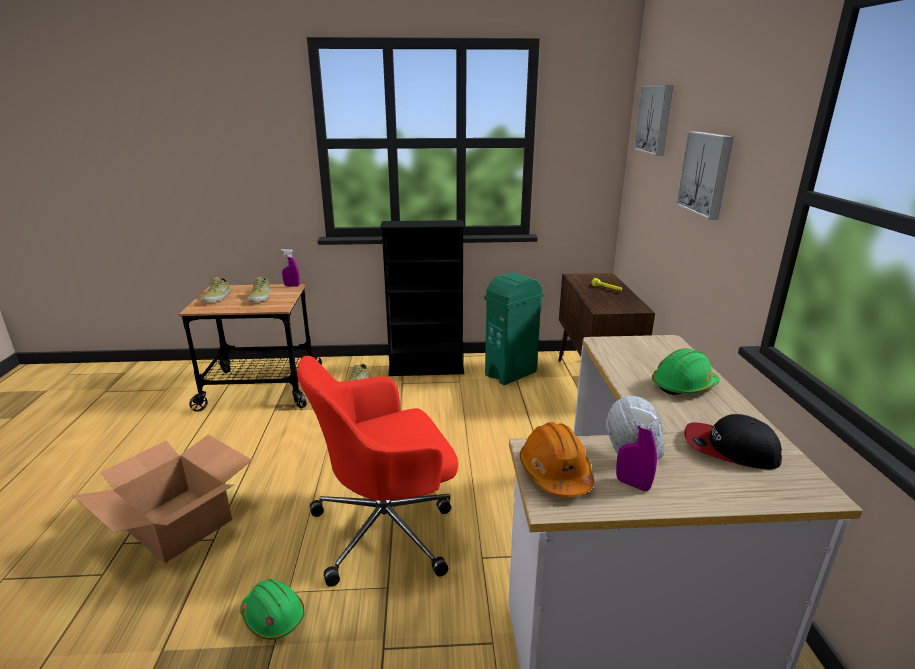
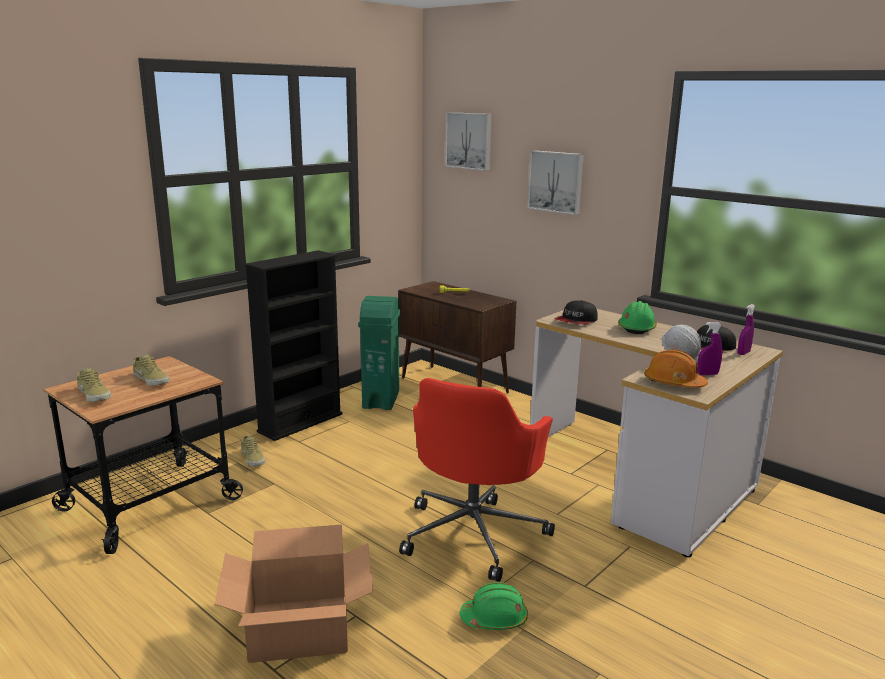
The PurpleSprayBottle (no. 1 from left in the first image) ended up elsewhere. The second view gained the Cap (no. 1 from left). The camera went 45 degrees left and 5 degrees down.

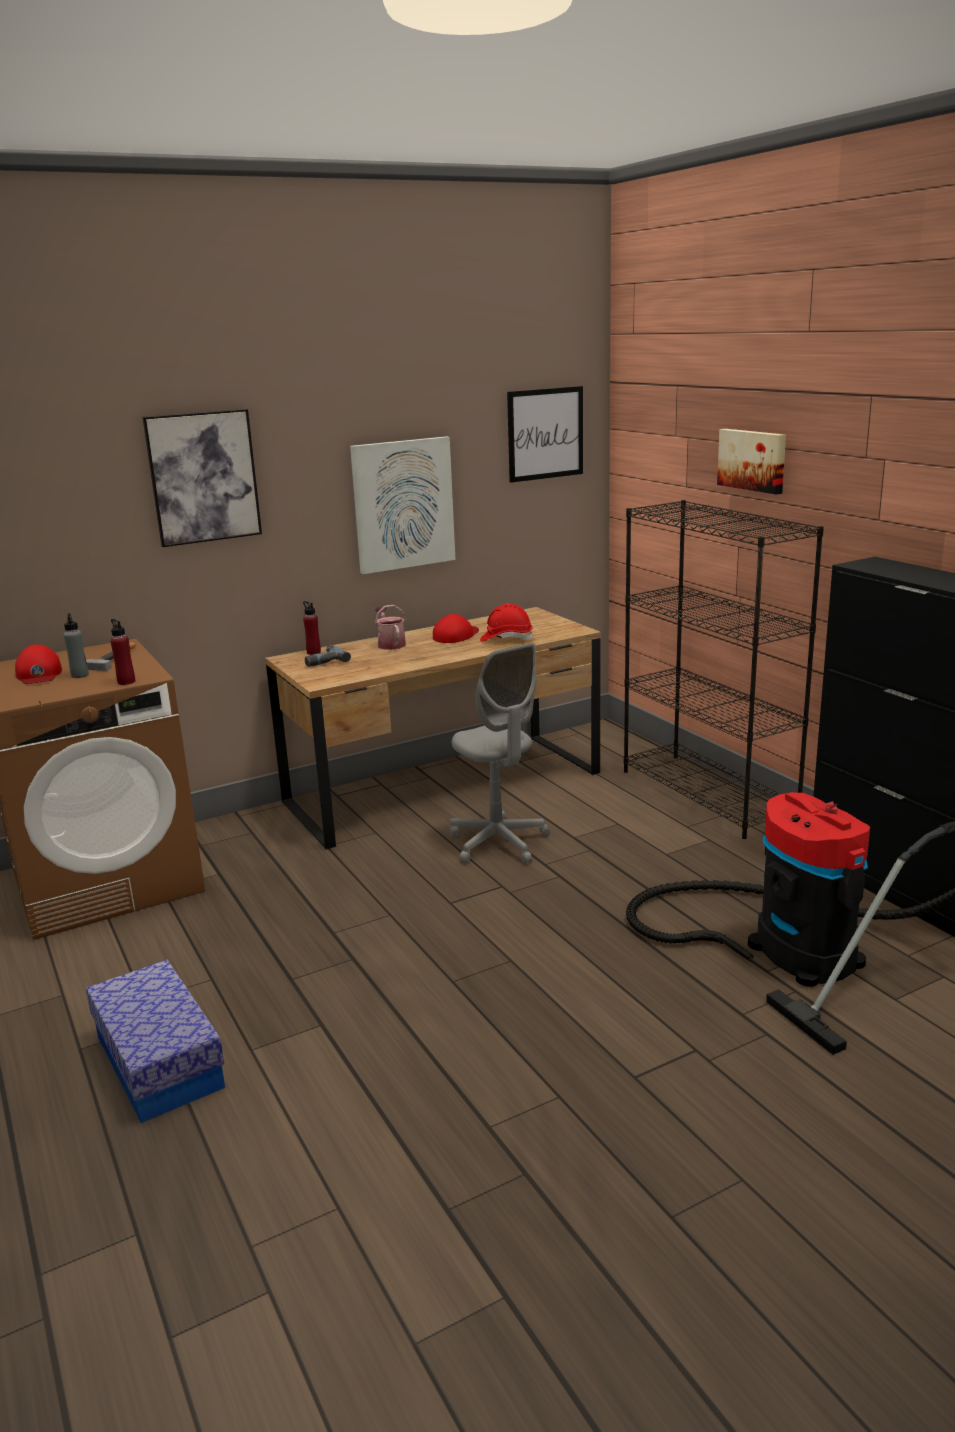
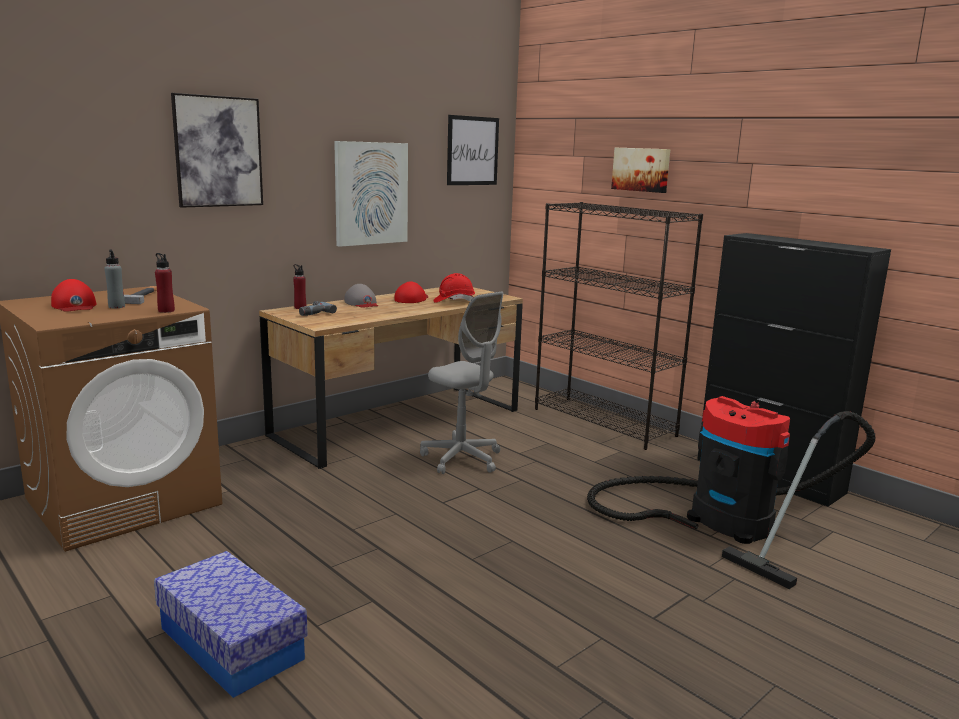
Where the WateringCan stood, the GreyCap came to stand. The camera went 15 degrees left and 5 degrees down.

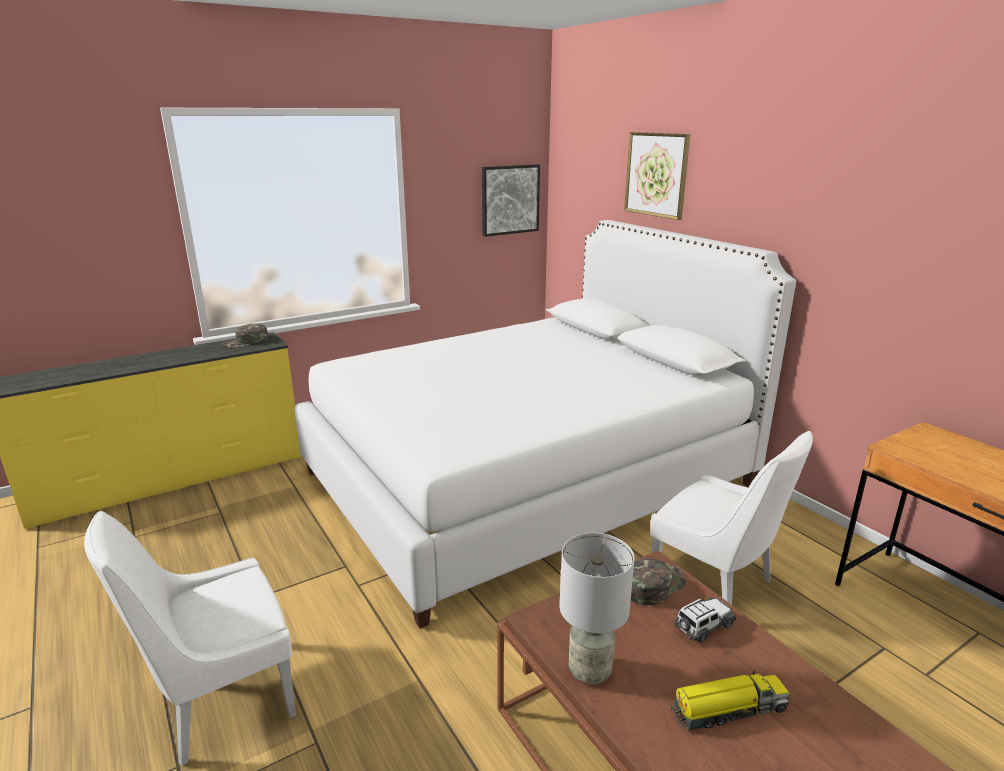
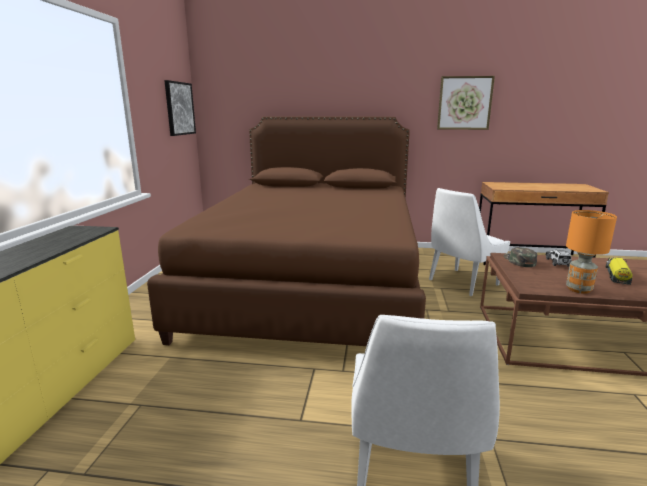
The second view lost the GreenCap (no. 1 from left). What was the WhiteBed turned into the BrownBed. What was the GreyTableLamp turned into the OrangeTableLamp. The Picture (no. 2 from left) ended up elsewhere. The WhiteChair (no. 2 from left) ended up facing another way, 150 degrees clockwise from before. The camera went 50 degrees left and 5 degrees down.

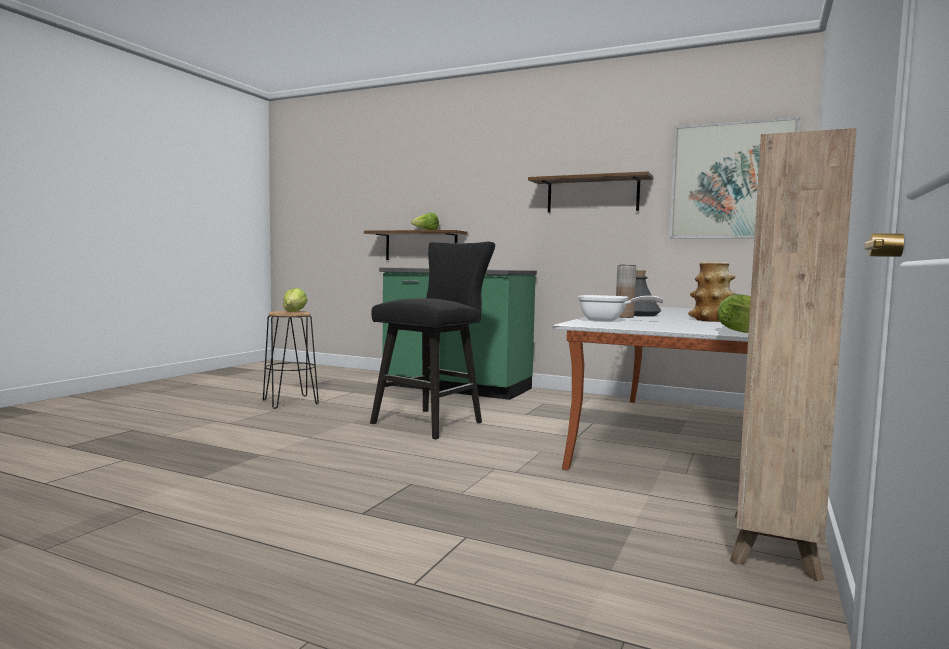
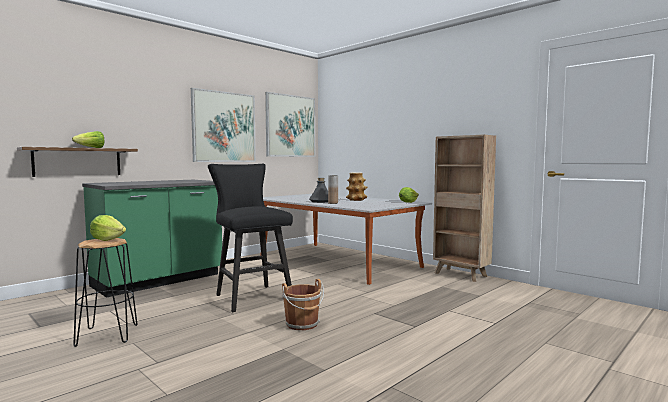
Where the Shelf (no. 2 from left) hung, the Picture (no. 1 from left) came to hang. The second view lost the FryingPan. The second view gained the BrownBucket. The camera went 70 degrees left and 0 degrees up.

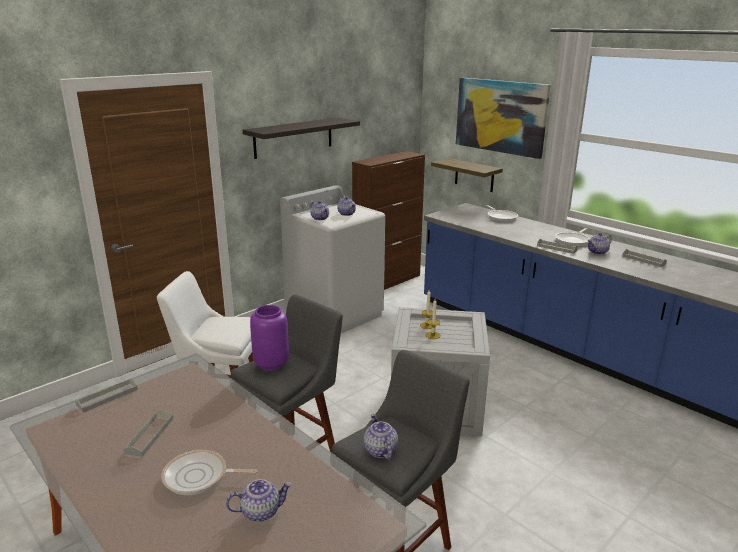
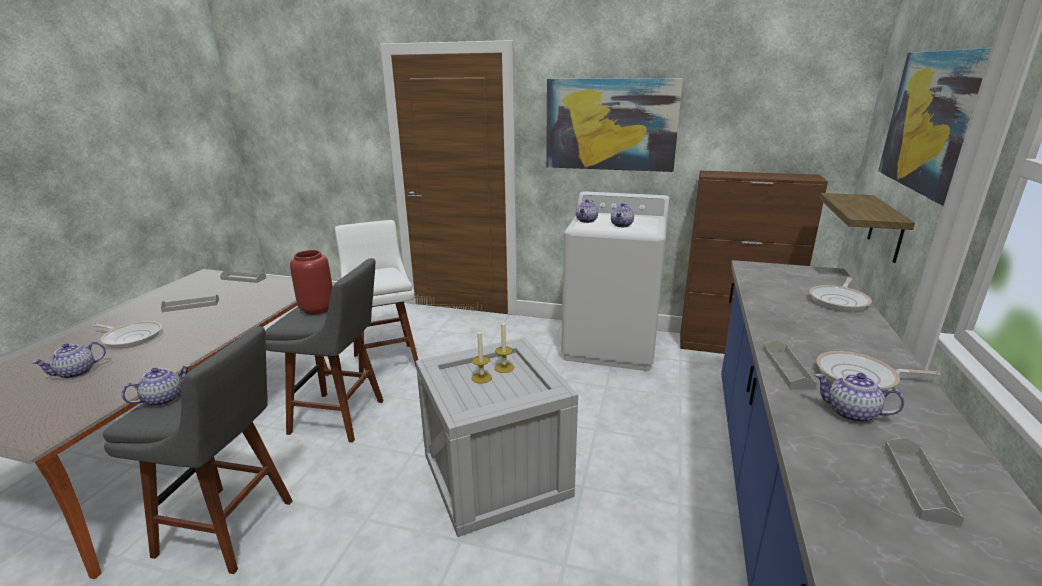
The FryingPan (no. 1 from left) ended up facing another way, 135 degrees clockwise from before. The Teapot (no. 1 from left) ended up facing another way, 90 degrees clockwise from before. Where the Shelf (no. 1 from left) hung, the Picture (no. 1 from left) came to hang. What was the PurpleVase turned into the RedVase. The camera went 60 degrees right and 0 degrees up.

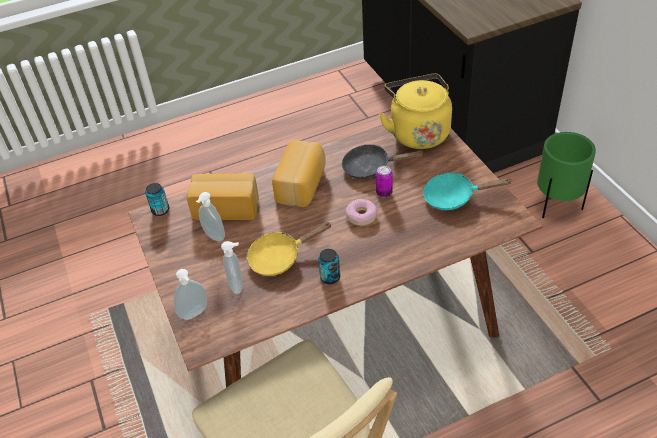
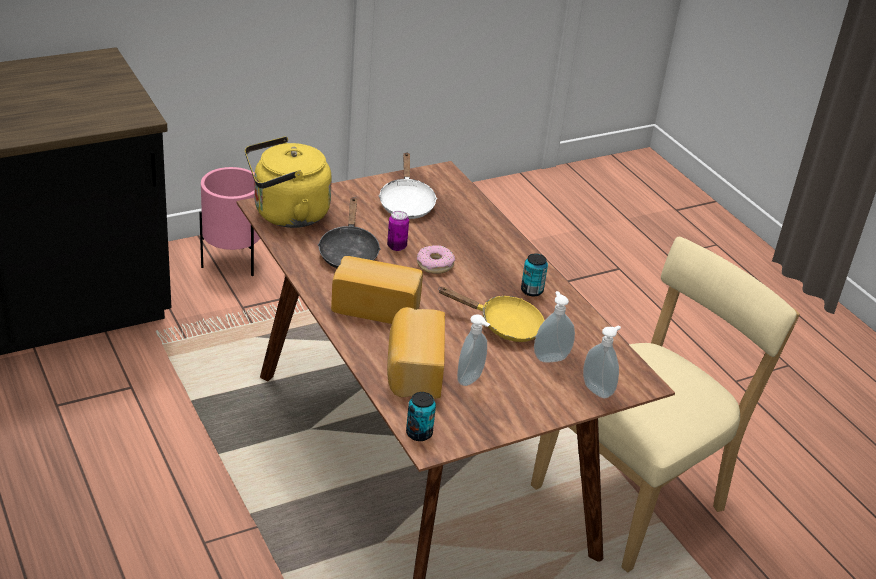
The YellowFryingPan ended up facing another way, 45 degrees counterclockwise from before. What was the TurquoiseFryingPan turned into the WhiteFryingPan. What was the GreenPlanter turned into the PinkPlanter. The camera went 100 degrees left and 10 degrees down.

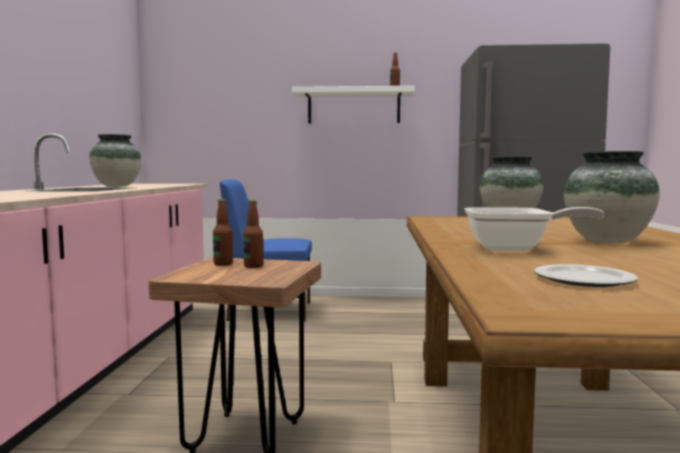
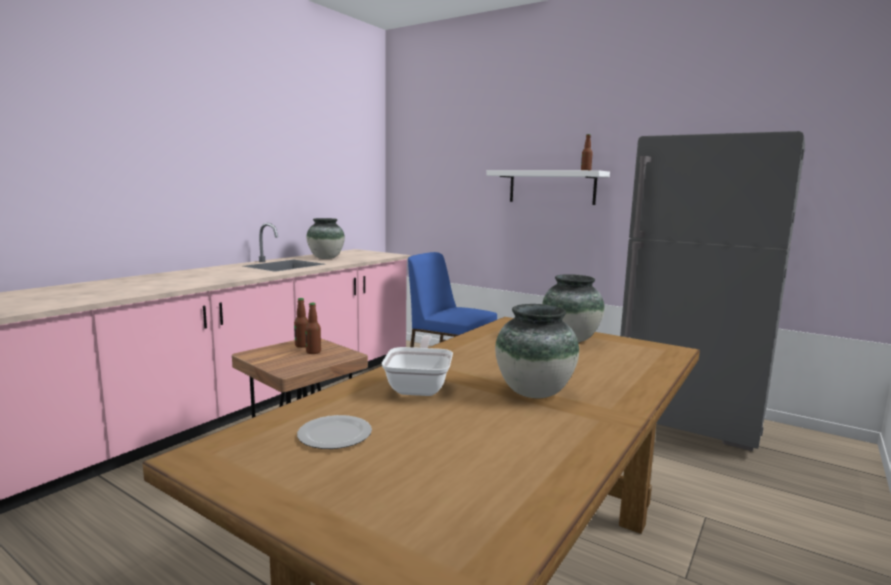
The FryingPan ended up facing another way, 120 degrees counterclockwise from before. The camera went 30 degrees right and 5 degrees up.

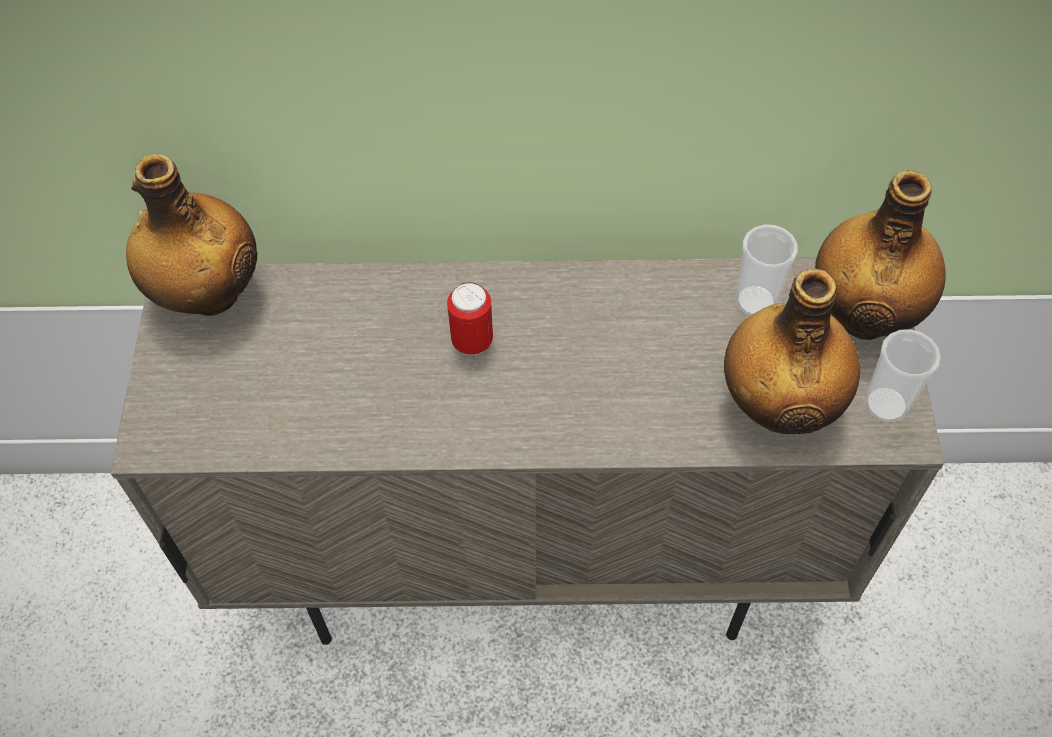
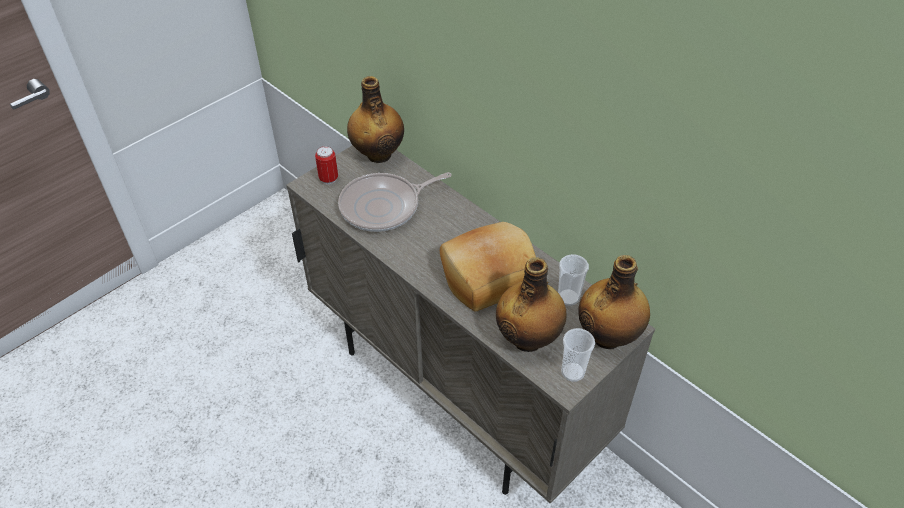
The Can ended up elsewhere. The second view gained the FryingPan. The second view gained the Bread. The camera went 45 degrees right and 10 degrees down.

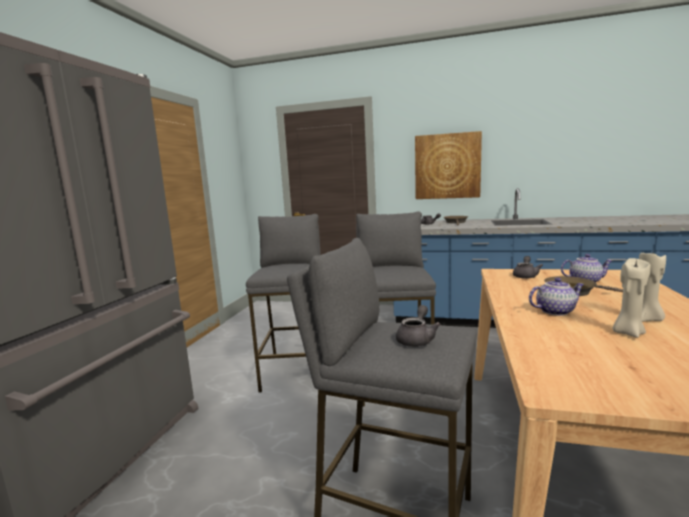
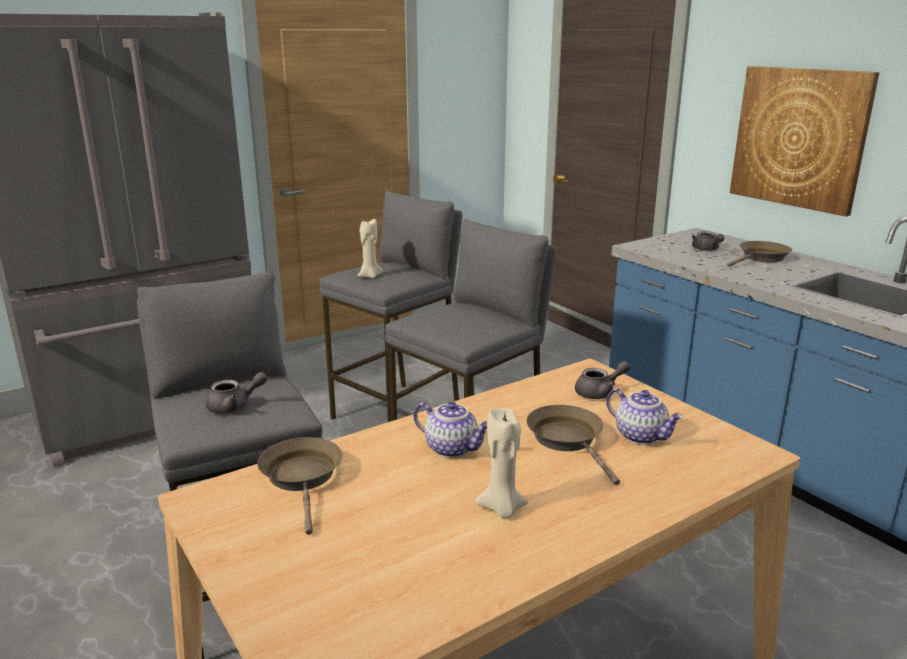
The BeigeCandle (no. 1 from left) ended up elsewhere. The second view gained the BrownFryingPan (no. 1 from left). The camera went 40 degrees right and 10 degrees up.

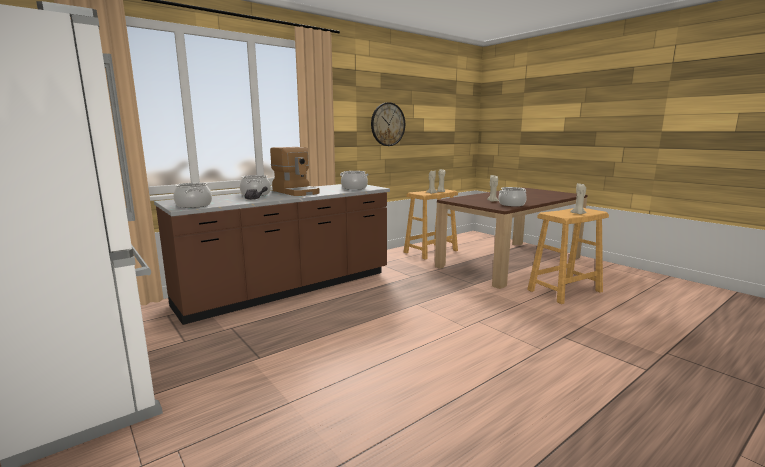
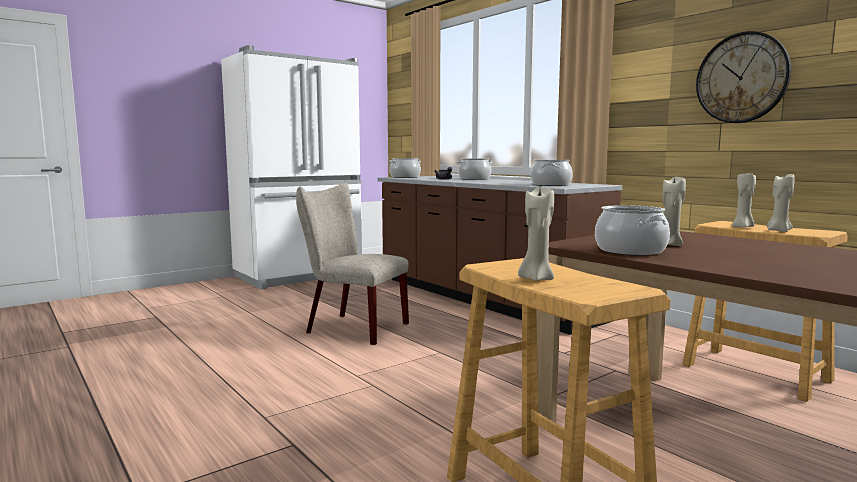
The second view lost the CoffeeMachine. The second view gained the BeigeChair. The camera went 90 degrees right and 5 degrees down.

